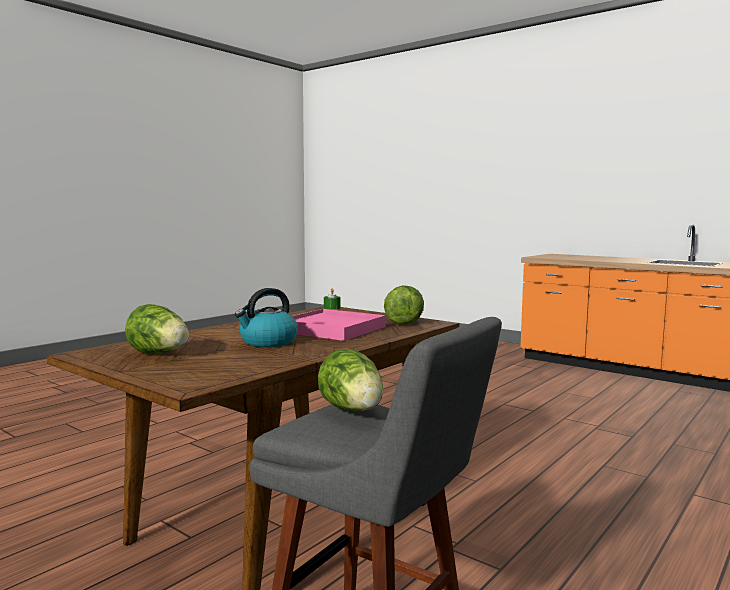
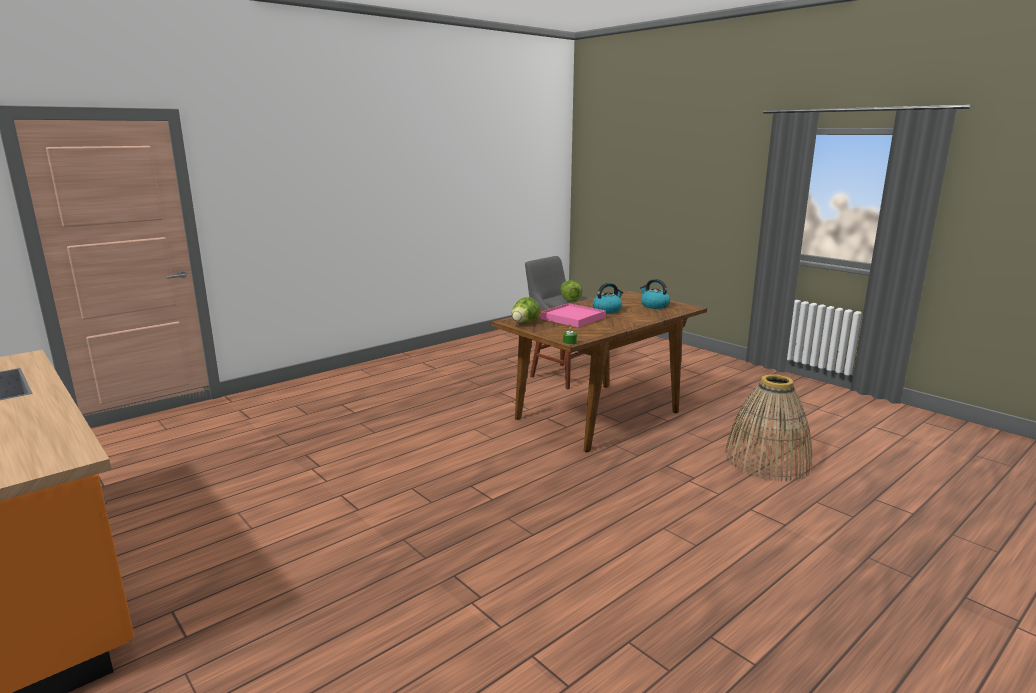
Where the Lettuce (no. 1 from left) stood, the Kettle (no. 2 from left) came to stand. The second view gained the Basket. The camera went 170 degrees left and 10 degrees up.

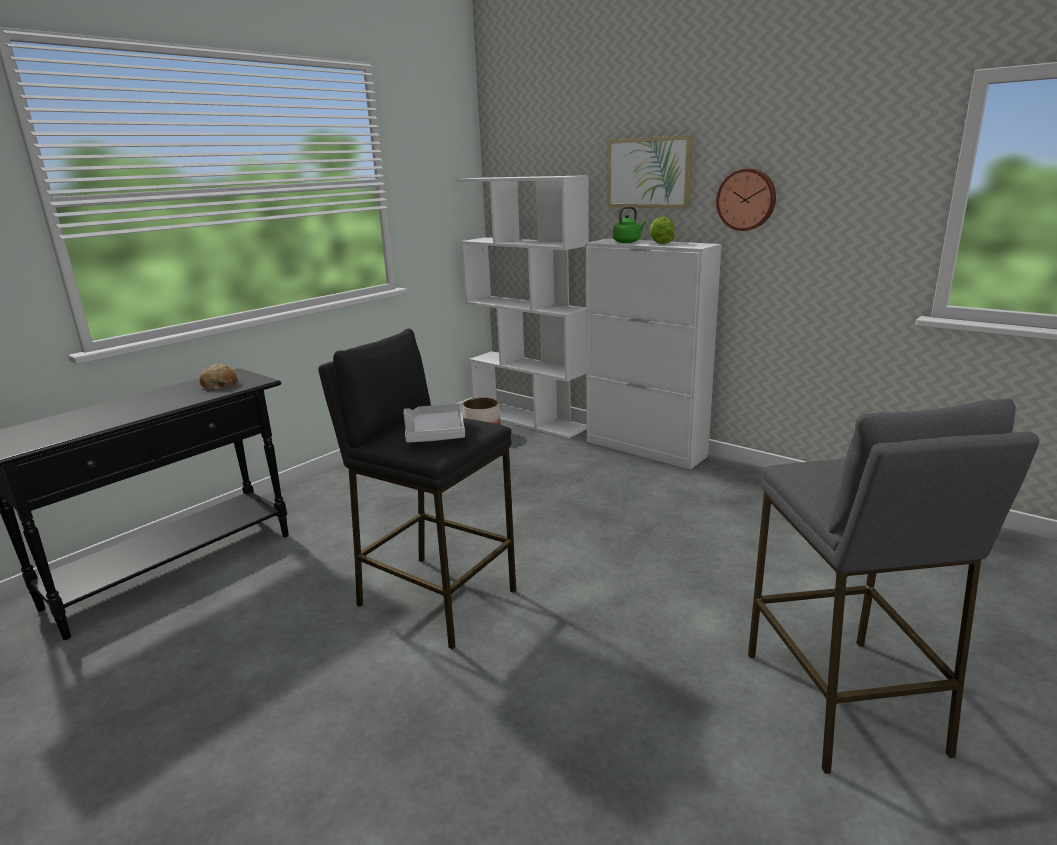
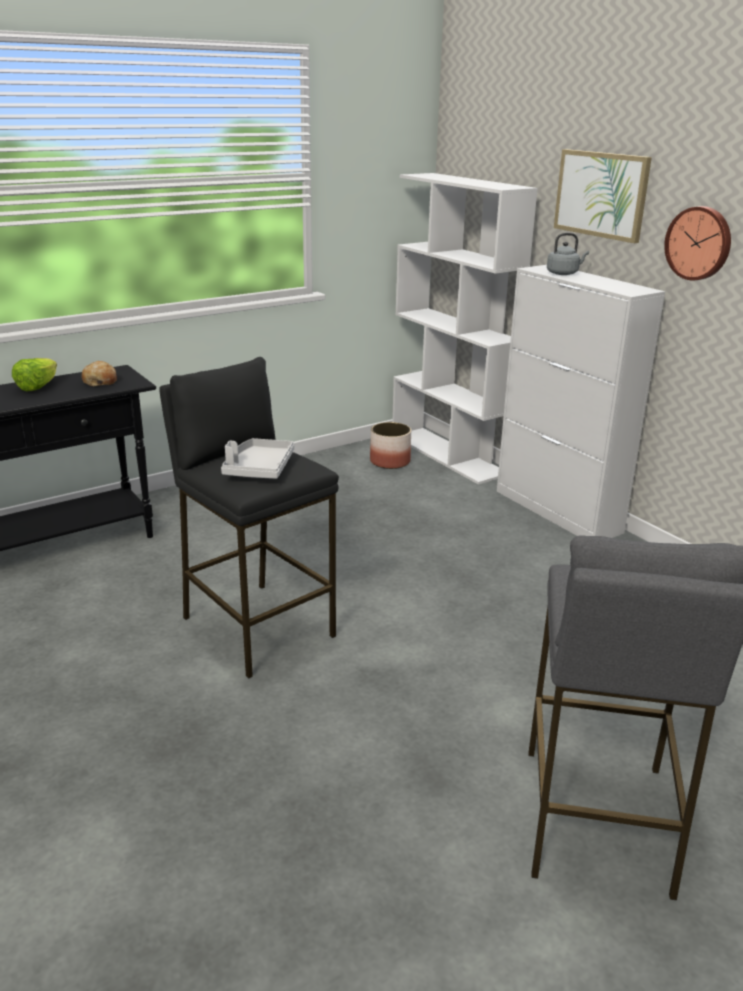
What was the GreenKettle turned into the GreyKettle. The Lettuce ended up elsewhere. The camera went 15 degrees right and 5 degrees up.

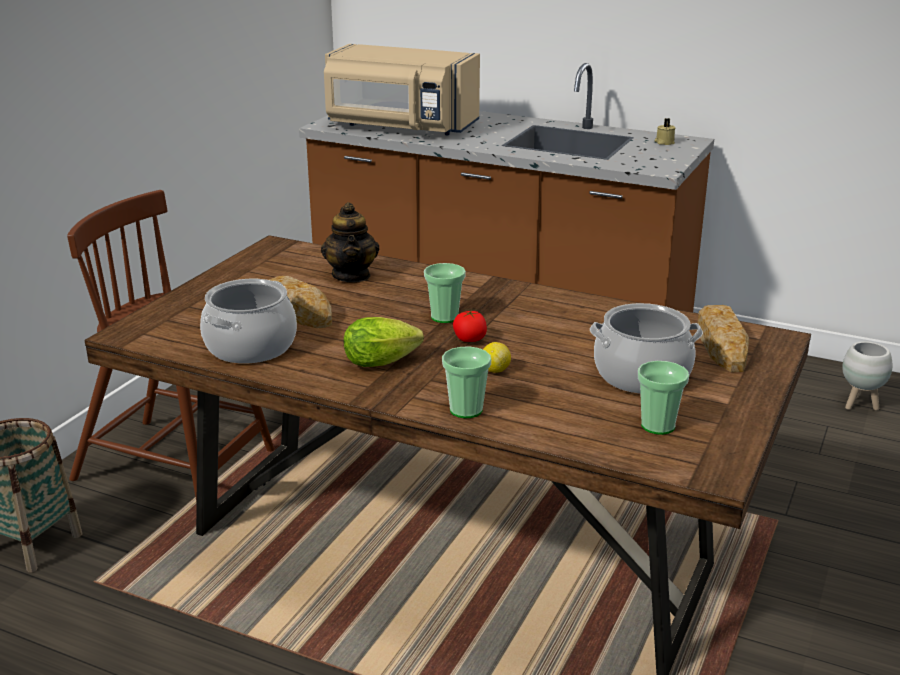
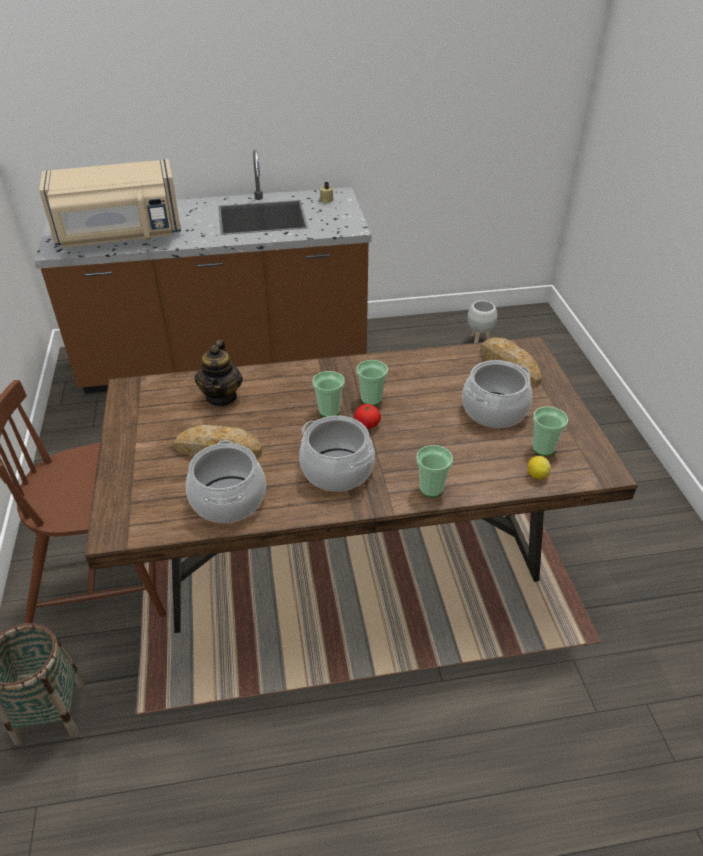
The Teapot ended up facing another way, 45 degrees clockwise from before. Where the Lettuce stood, the CookingPot (no. 2 from left) came to stand. The Lemon ended up elsewhere. The second view gained the Cup (no. 2 from left). The camera went 35 degrees left and 15 degrees up.

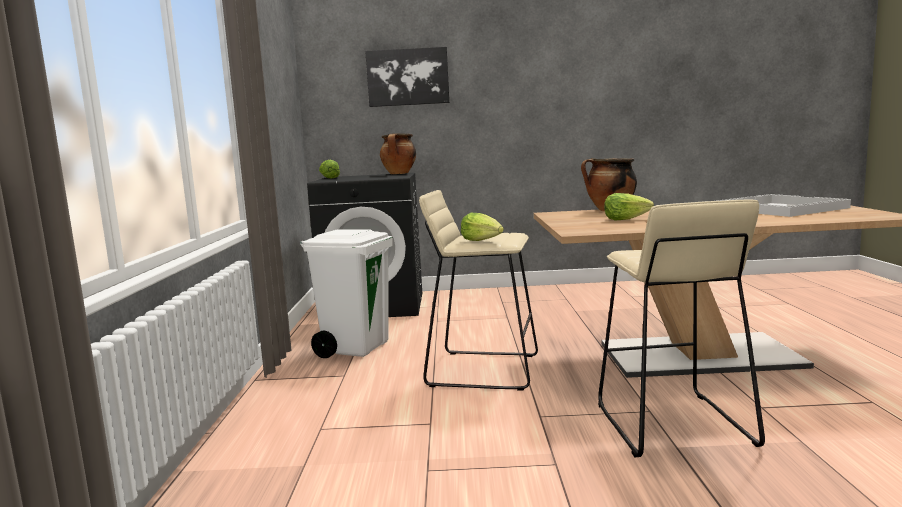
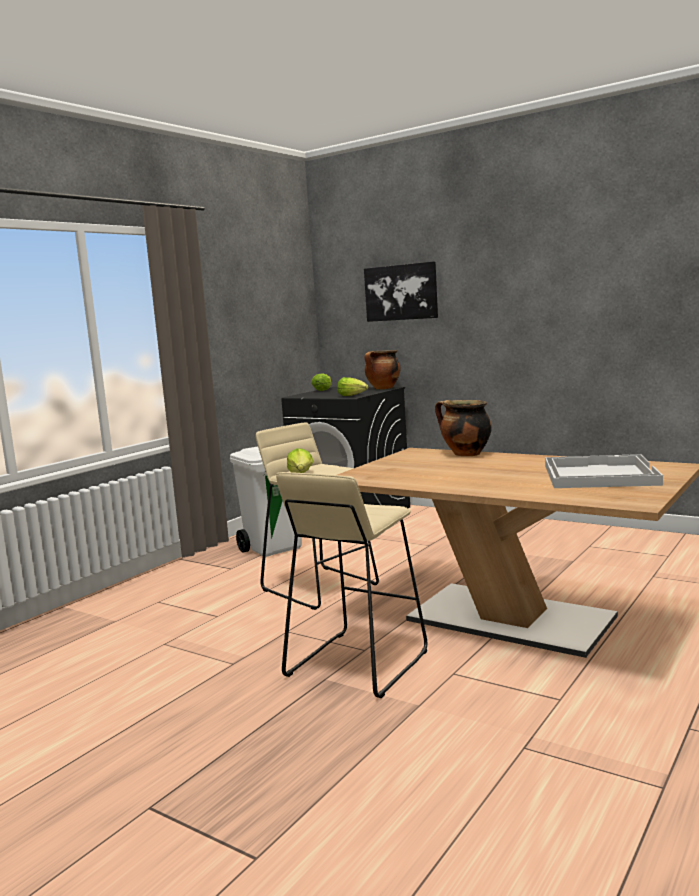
The Lettuce (no. 3 from left) ended up elsewhere. The camera went 35 degrees right and 0 degrees up.

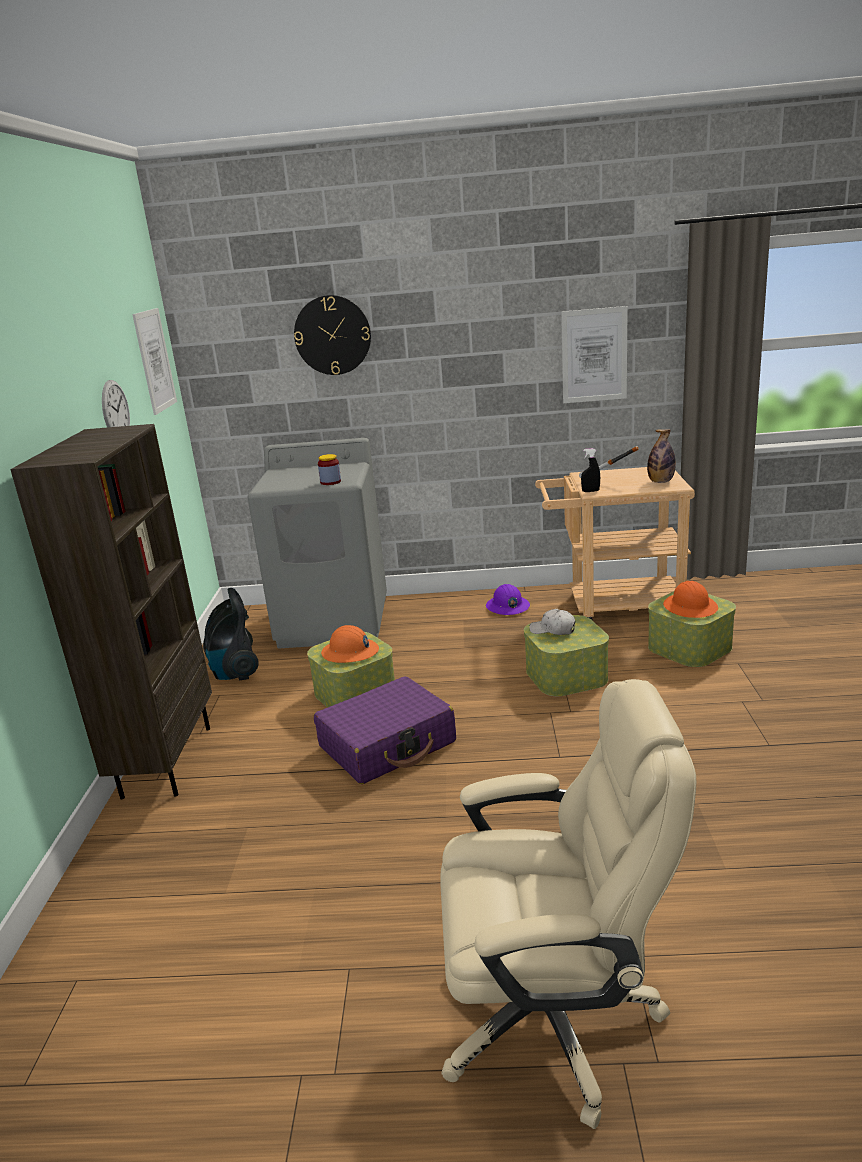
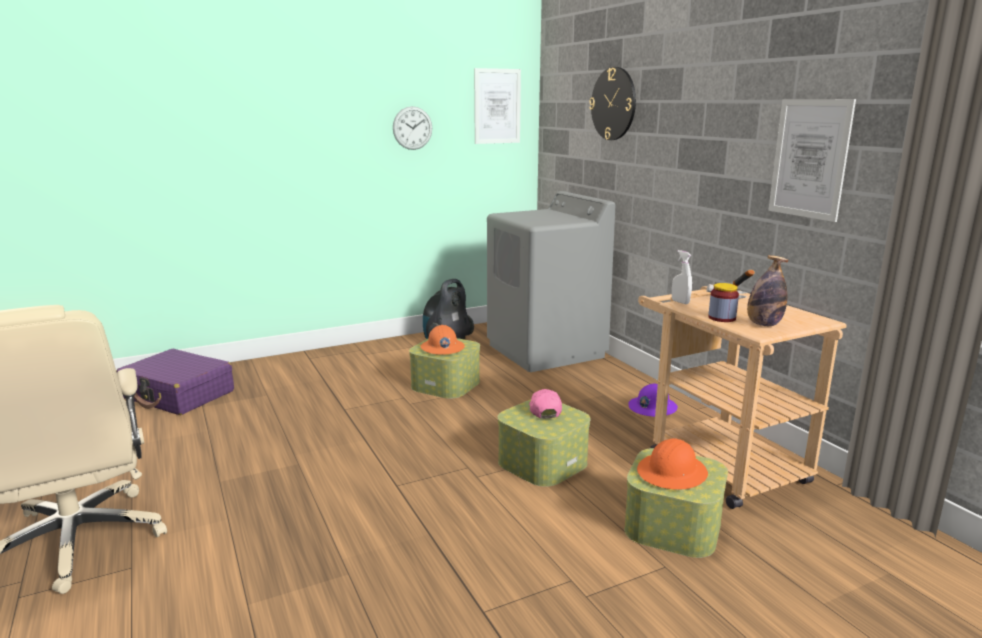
The second view lost the BrownBookcase. The PurpleSuitcase ended up elsewhere. The Jar ended up elsewhere. What was the WhiteCap turned into the PinkCap. What was the BlackSprayBottle turned into the WhiteSprayBottle. The camera went 60 degrees right and 5 degrees down.

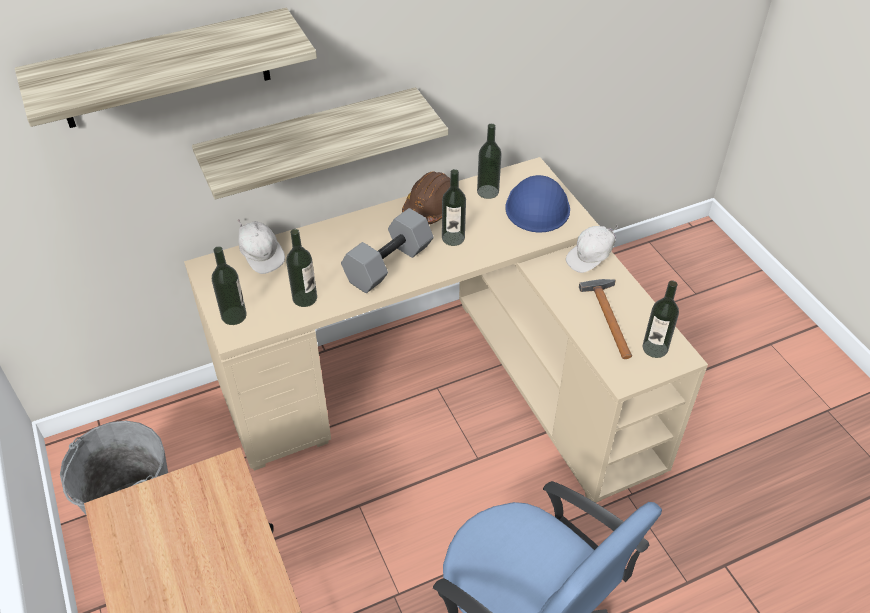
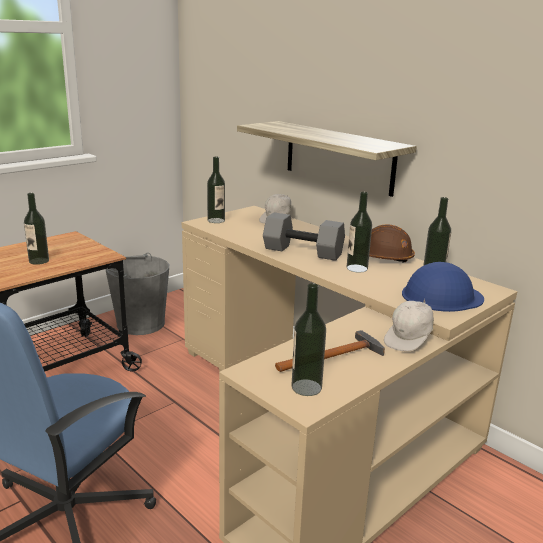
The second view lost the Shelf (no. 1 from left). The Bottle (no. 2 from left in the first image) ended up elsewhere. The WhiteCap (no. 2 from left) ended up facing another way, 90 degrees counterclockwise from before. The camera went 70 degrees right and 25 degrees down.

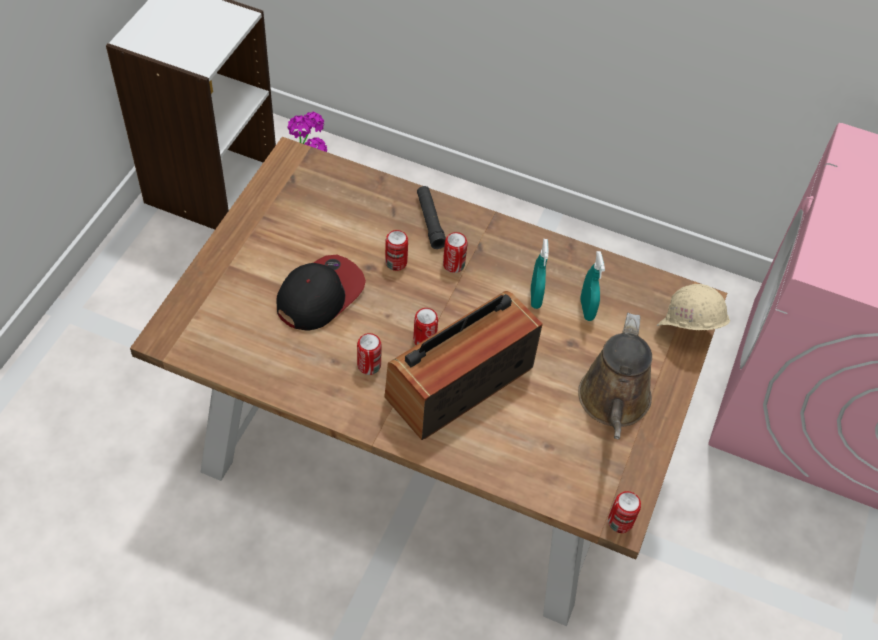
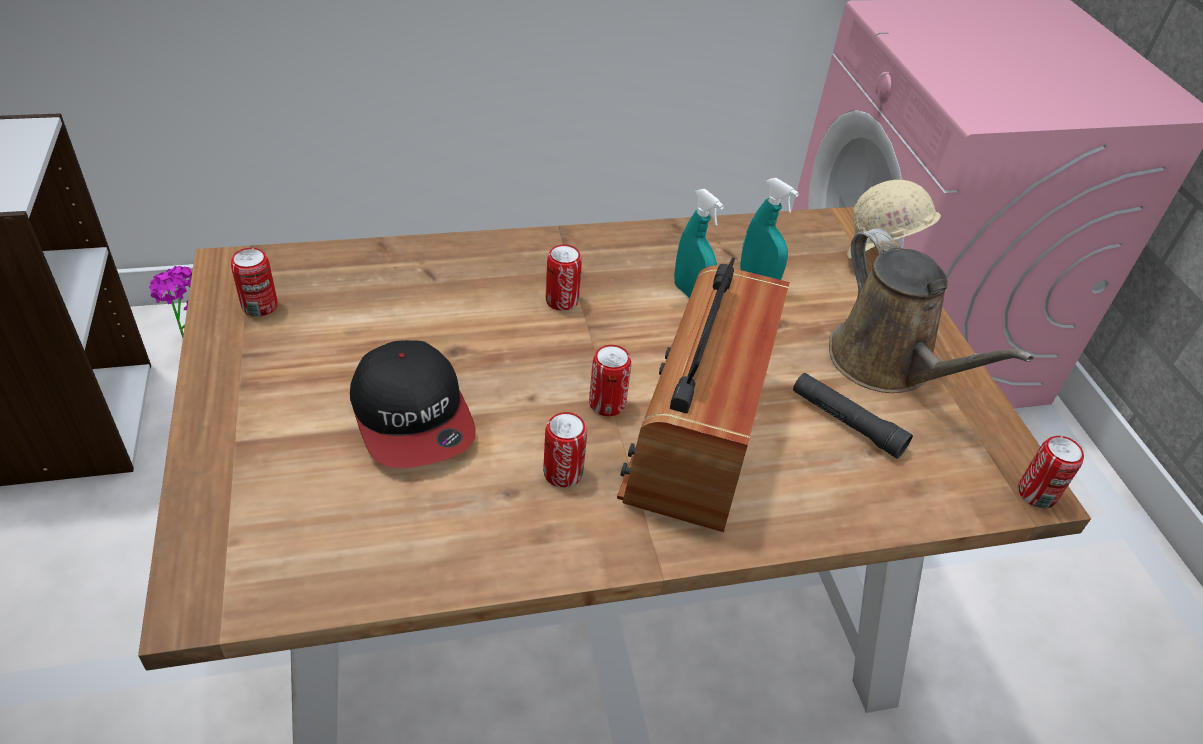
The Cap ended up facing another way, 150 degrees clockwise from before. The Can (no. 2 from left in the first image) ended up elsewhere. The BlackFlashlight ended up elsewhere. The camera went 35 degrees left and 10 degrees down.

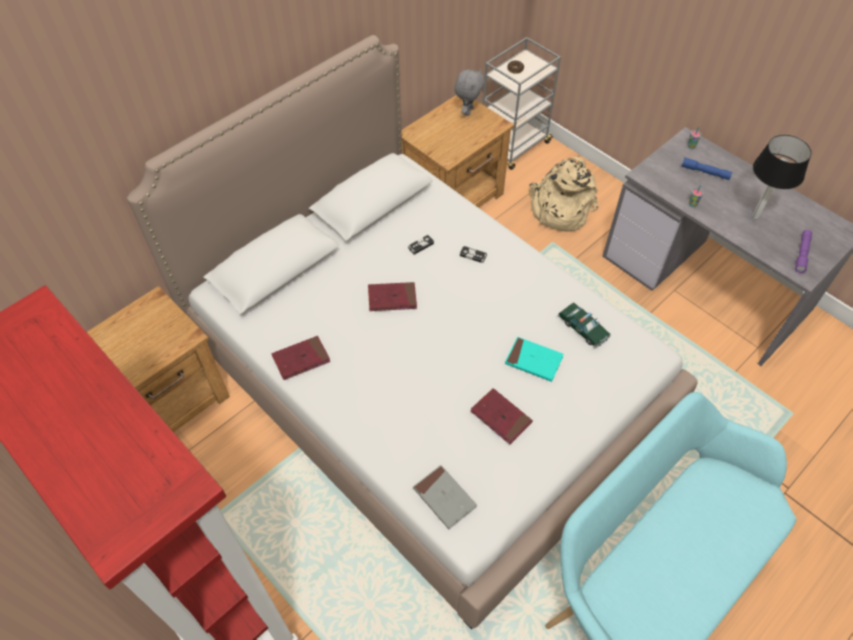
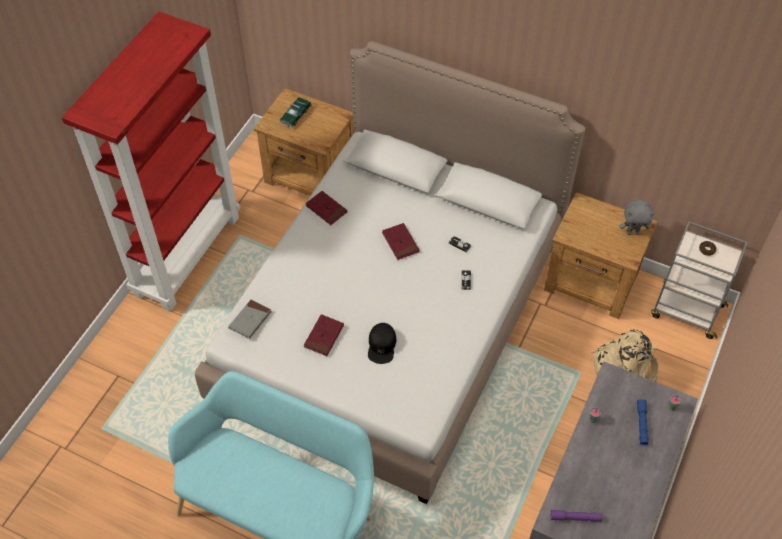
Where the TurquoiseBook stood, the BlackCap came to stand. The ToyCar ended up elsewhere. The second view lost the TableLamp. The camera went 70 degrees right and 0 degrees up.

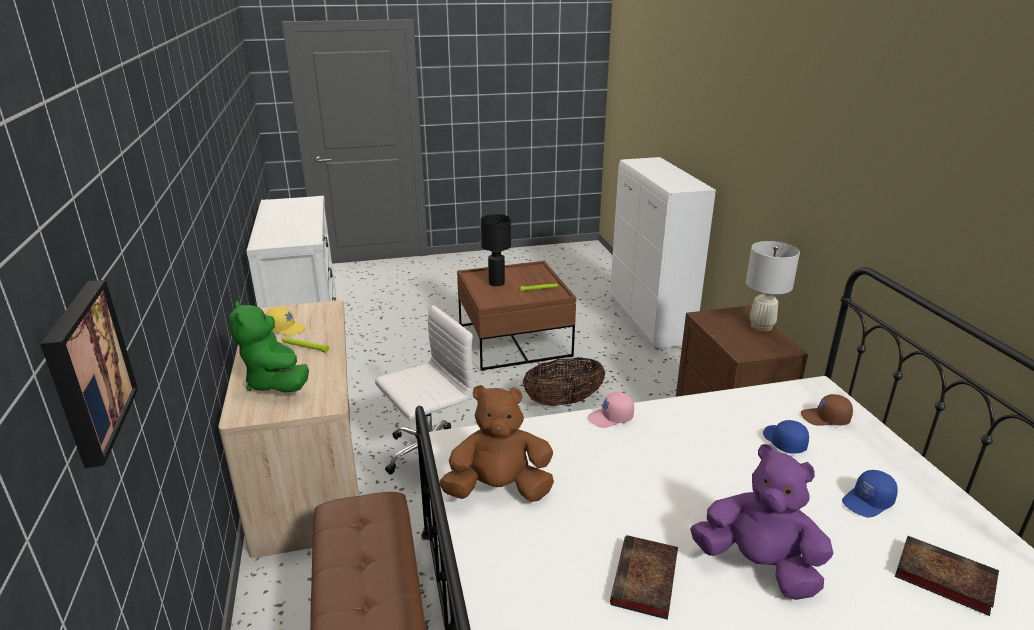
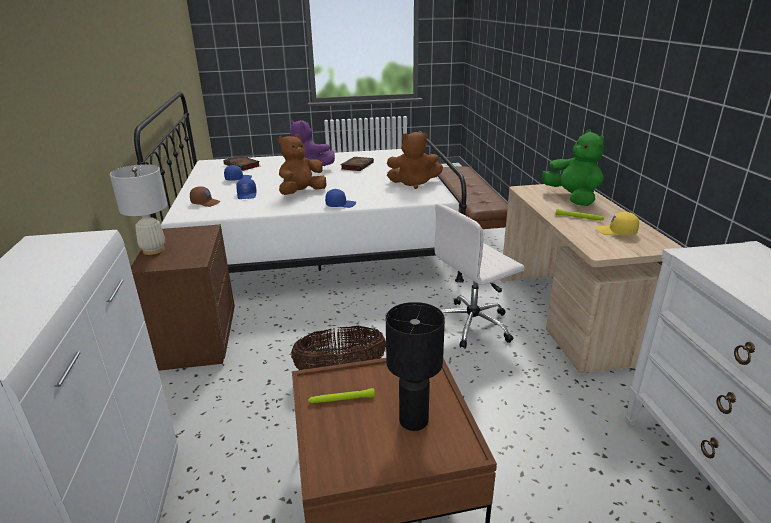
The second view lost the Picture. What was the PinkCap turned into the BlueCap (no. 3 from left). The second view gained the BrownPlushToy (no. 1 from left). The camera went 175 degrees left and 0 degrees up.

